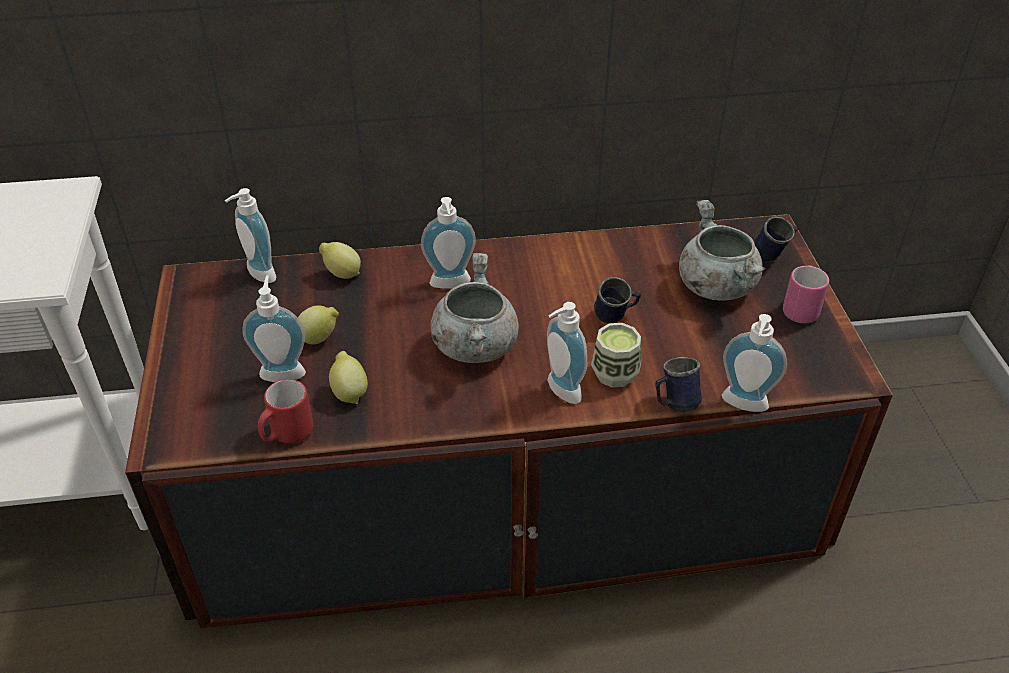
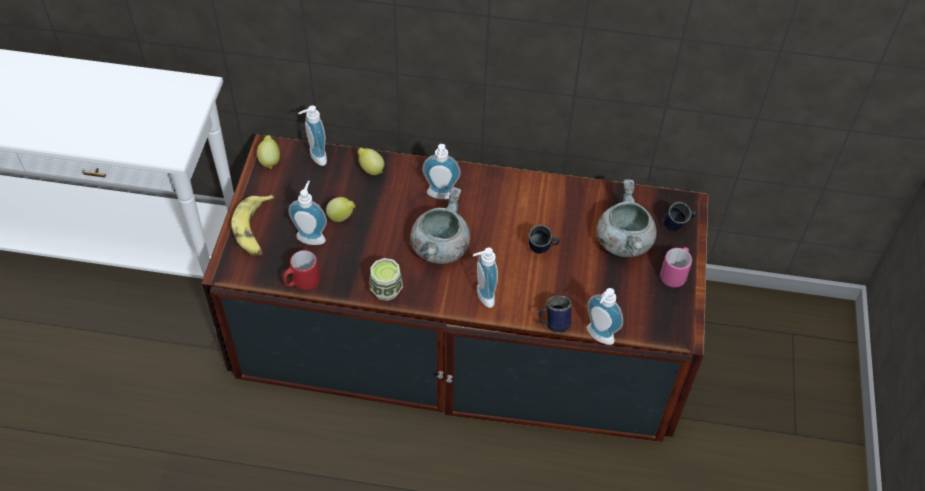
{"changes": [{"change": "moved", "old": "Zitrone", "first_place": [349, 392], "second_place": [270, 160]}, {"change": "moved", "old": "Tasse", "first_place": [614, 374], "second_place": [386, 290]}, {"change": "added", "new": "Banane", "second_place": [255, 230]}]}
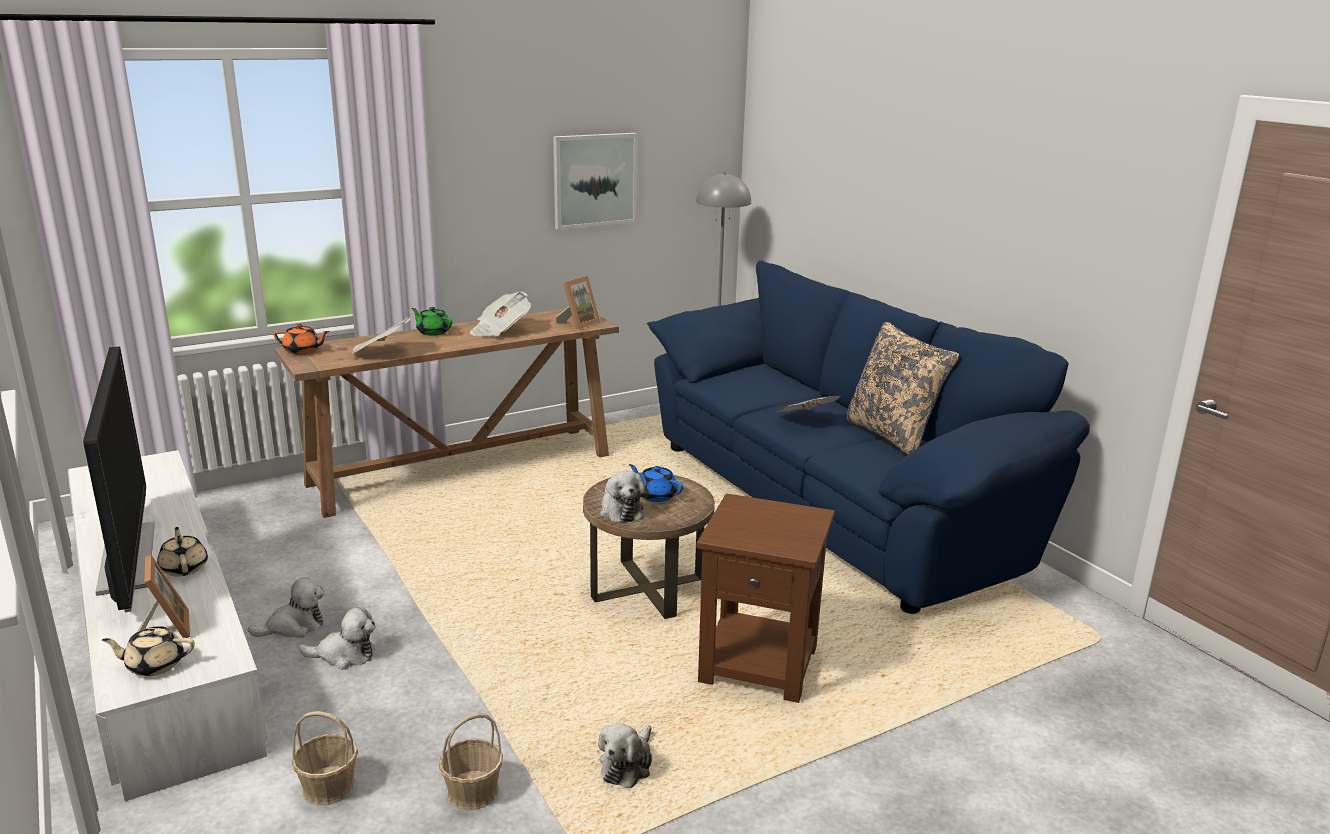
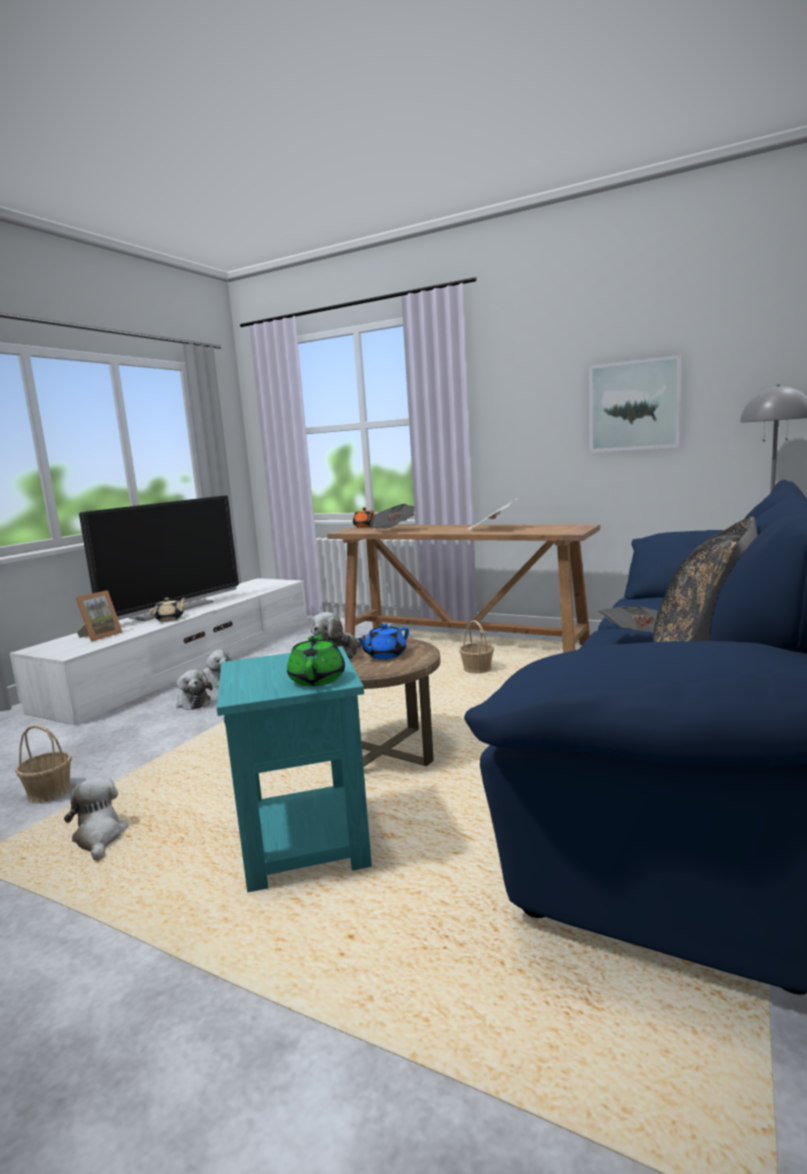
{"changes": [{"change": "removed", "old": "Teekanne [beige]", "first_place": [154, 665]}, {"change": "moved", "old": "Korb", "first_place": [328, 786], "second_place": [477, 670]}, {"change": "moved", "old": "Teekanne [grün]", "first_place": [433, 332], "second_place": [317, 679]}, {"change": "removed", "old": "Bilderrahmen", "first_place": [578, 323]}, {"change": "turned", "old": "Plüschtier", "first_place": [627, 765], "second_place": [99, 838], "degrees": 75}, {"change": "turned", "old": "Teekanne [blau]", "first_place": [656, 495], "second_place": [385, 655], "degrees": -135}, {"change": "recoloured", "old": "Beistelltisch [braun]", "new": "Beistelltisch [türkis]", "first_place": [760, 665], "second_place": [306, 846]}]}
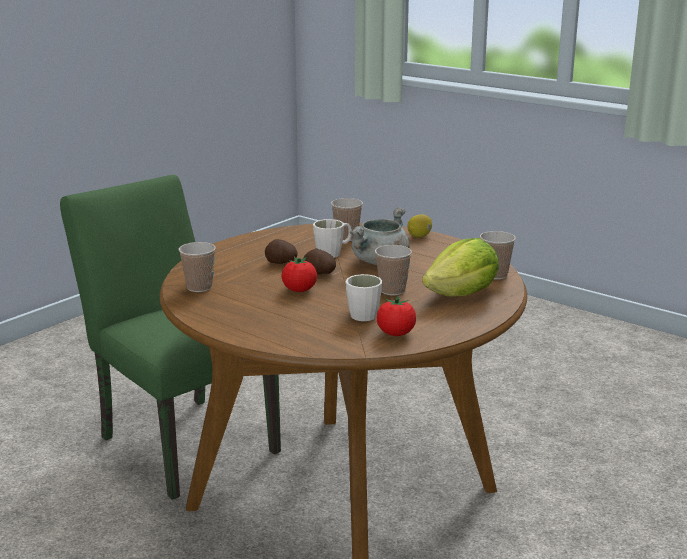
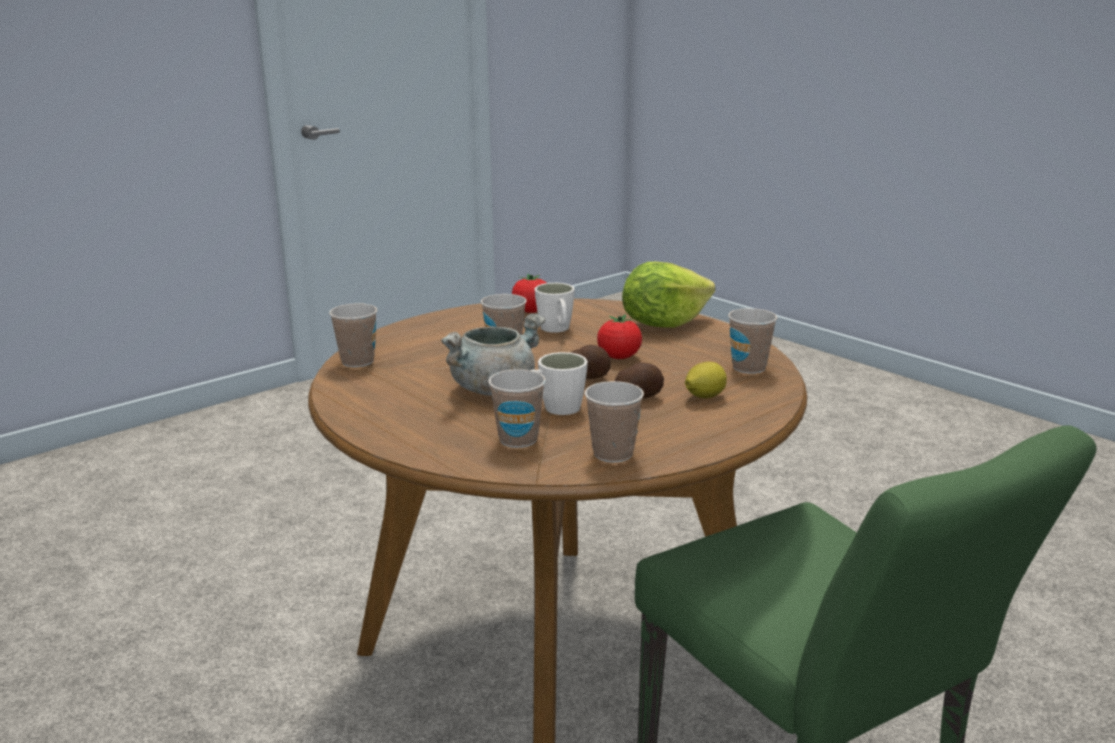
{"changes": [{"change": "moved", "old": "Zitrone", "first_place": [420, 236], "second_place": [704, 397]}, {"change": "moved", "old": "Salatkopf", "first_place": [462, 295], "second_place": [663, 324]}, {"change": "added", "new": "Tasse", "second_place": [613, 454]}]}
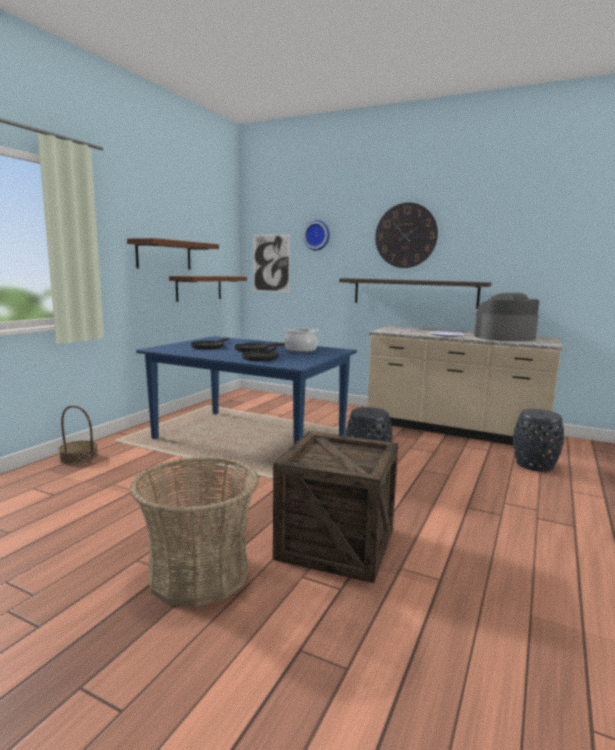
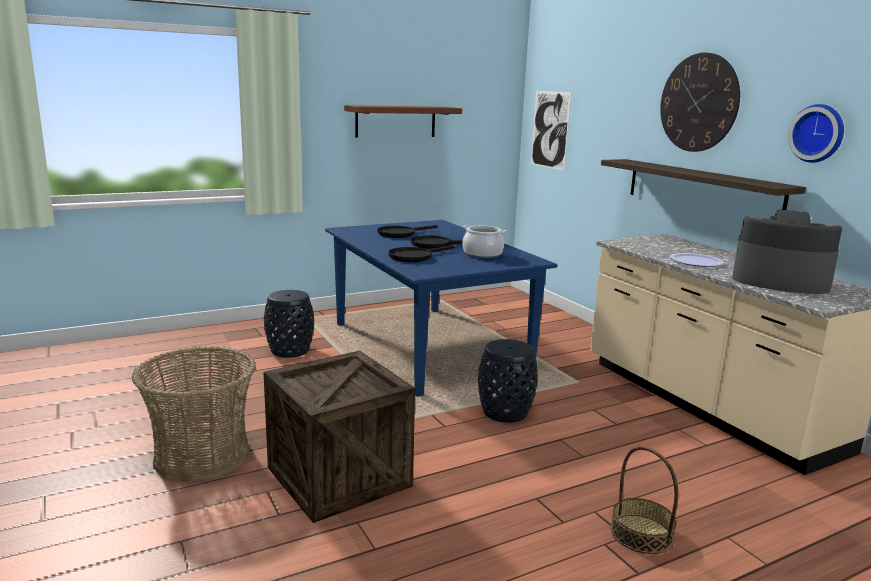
{"changes": [{"change": "moved", "old": "Korb", "first_place": [79, 458], "second_place": [641, 534]}, {"change": "removed", "old": "Wandregal [braun]", "first_place": [199, 288]}, {"change": "moved", "old": "Wanduhr", "first_place": [317, 235], "second_place": [818, 133]}, {"change": "moved", "old": "Hocker [schwarz]", "first_place": [534, 465], "second_place": [290, 350]}]}
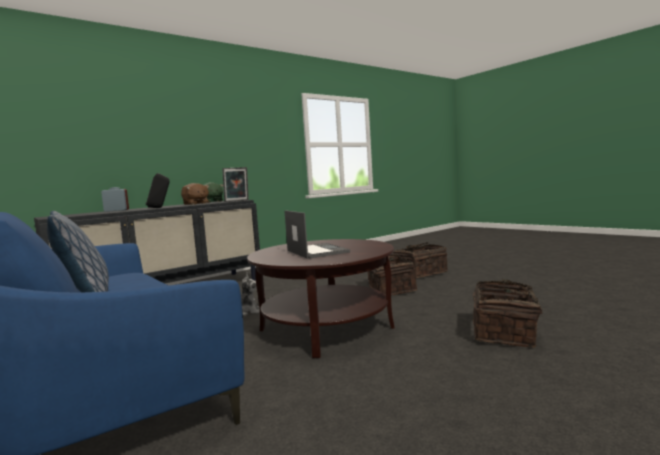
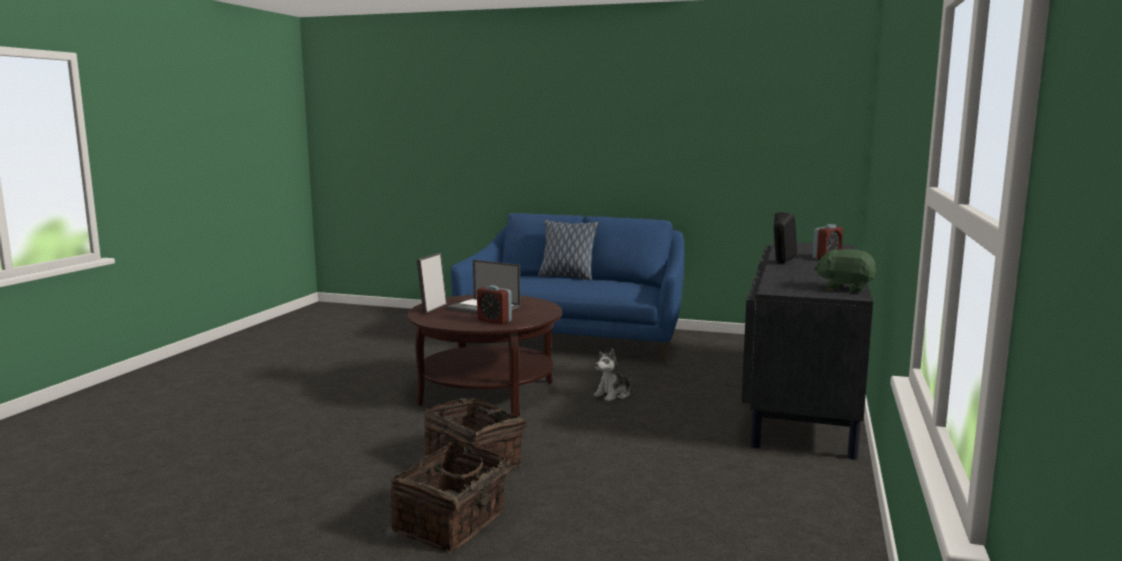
{"changes": [{"change": "removed", "old": "Plüschtier [braun]", "first_place": [195, 204]}, {"change": "moved", "old": "Bilderrahmen", "first_place": [237, 201], "second_place": [432, 308]}, {"change": "removed", "old": "Korb", "first_place": [505, 333]}, {"change": "added", "new": "Wecker", "second_place": [494, 321]}]}
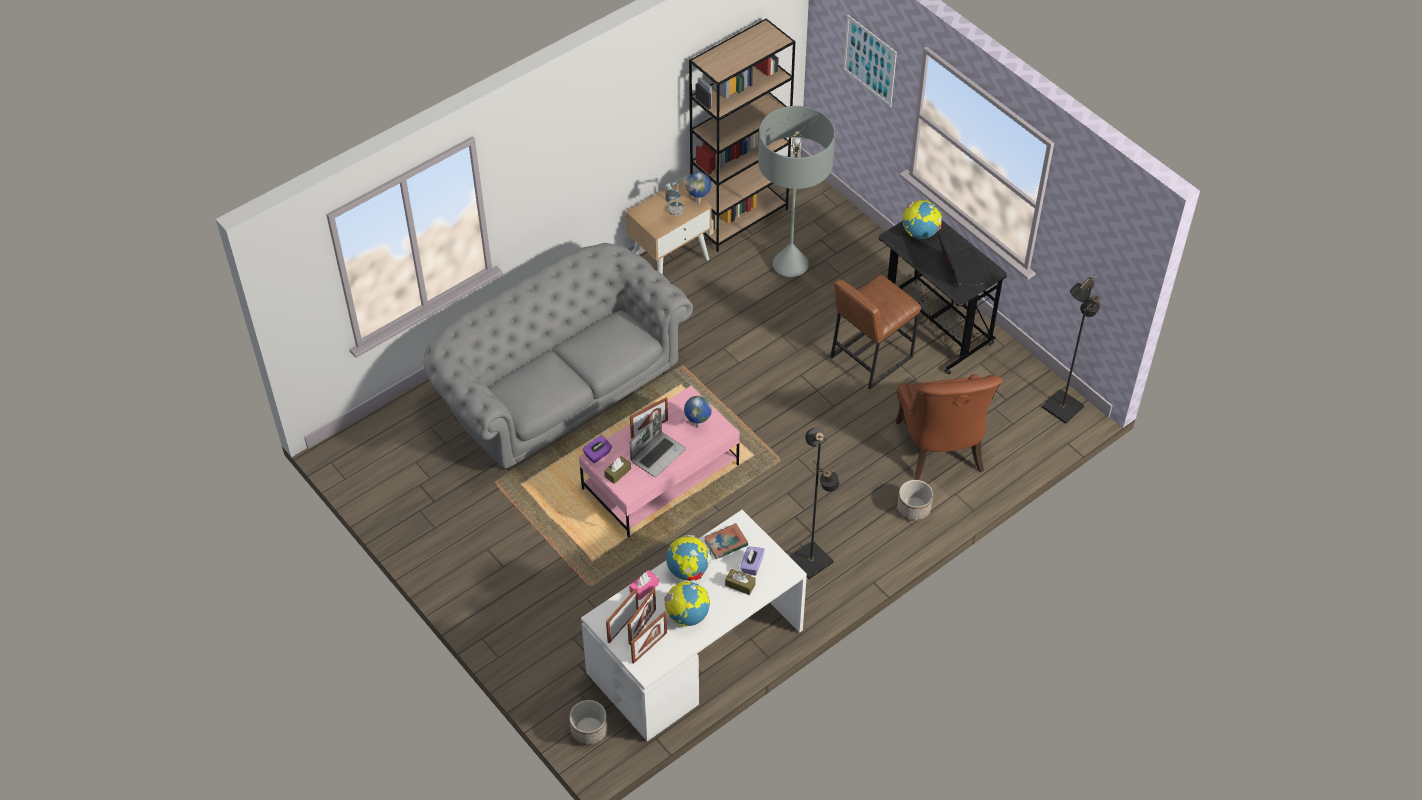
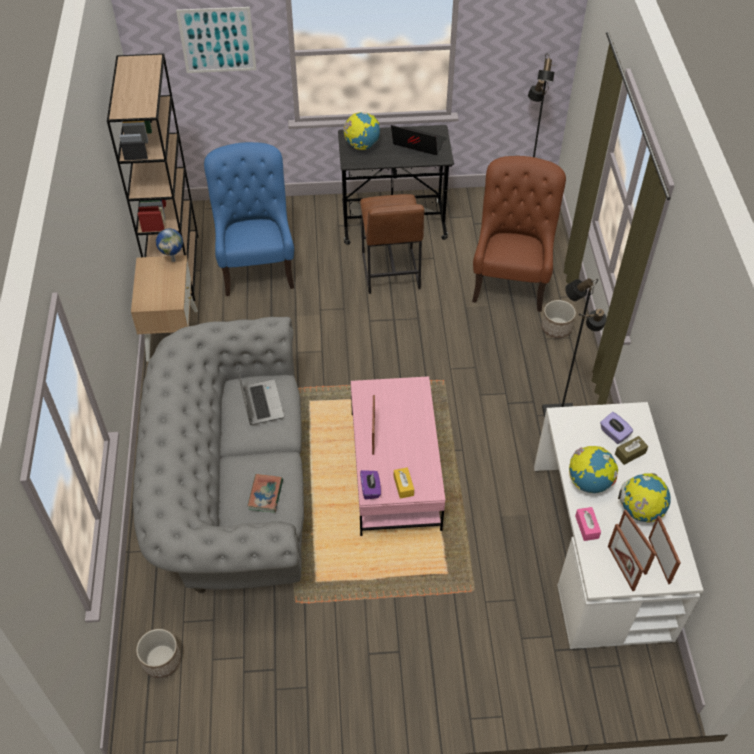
{"changes": [{"change": "moved", "old": "Pflanzkübel", "first_place": [589, 730], "second_place": [161, 660]}, {"change": "recoloured", "old": "Taschentuchbox [braun]", "new": "Taschentuchbox [gelb]", "first_place": [617, 473], "second_place": [403, 486]}, {"change": "moved", "old": "Laptop", "first_place": [658, 454], "second_place": [261, 402]}, {"change": "removed", "old": "Tischlampe", "first_place": [674, 215]}, {"change": "removed", "old": "Globus", "first_place": [697, 426]}, {"change": "moved", "old": "Buch", "first_place": [726, 543], "second_place": [265, 495]}, {"change": "replaced", "old": "Stehlampe [grau]", "new": "Stuhl [blau]", "first_place": [790, 267], "second_place": [257, 266]}, {"change": "turned", "old": "Stuhl [braun]", "first_place": [941, 447], "second_place": [510, 281], "degrees": -105}]}
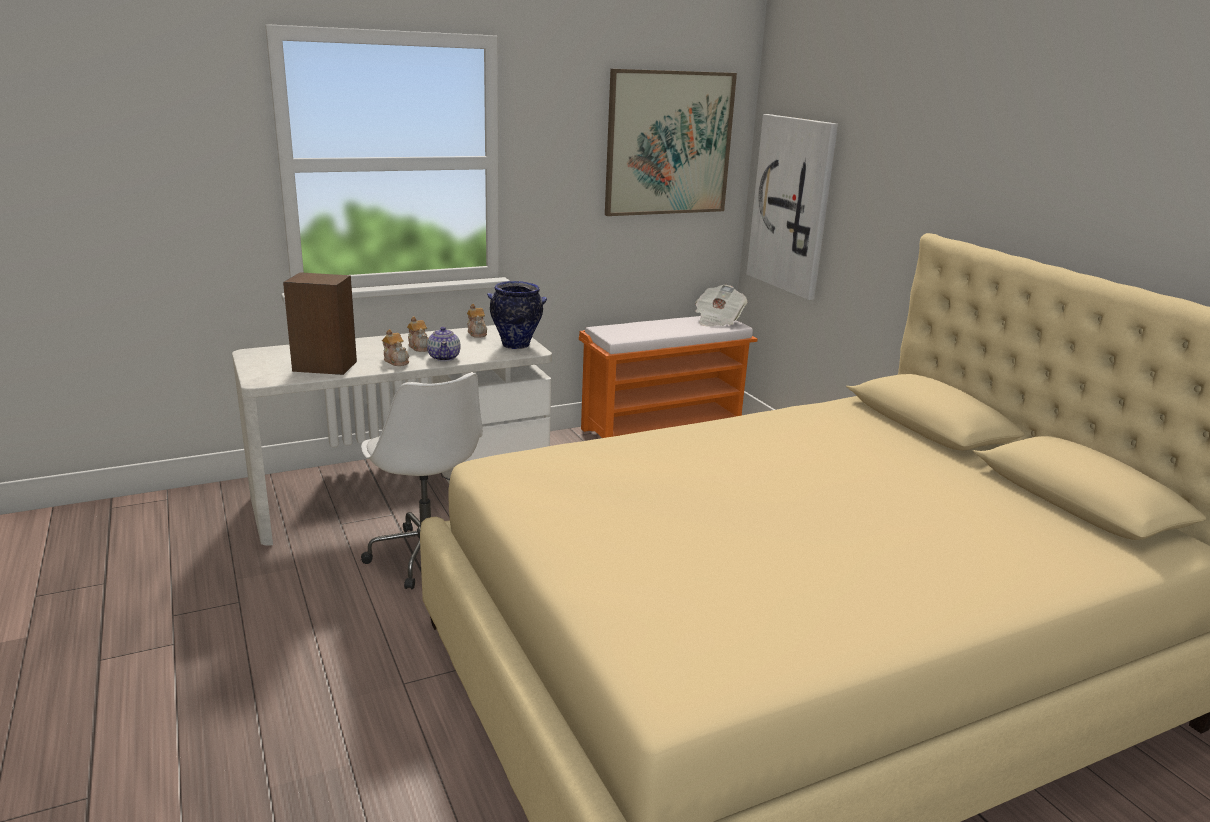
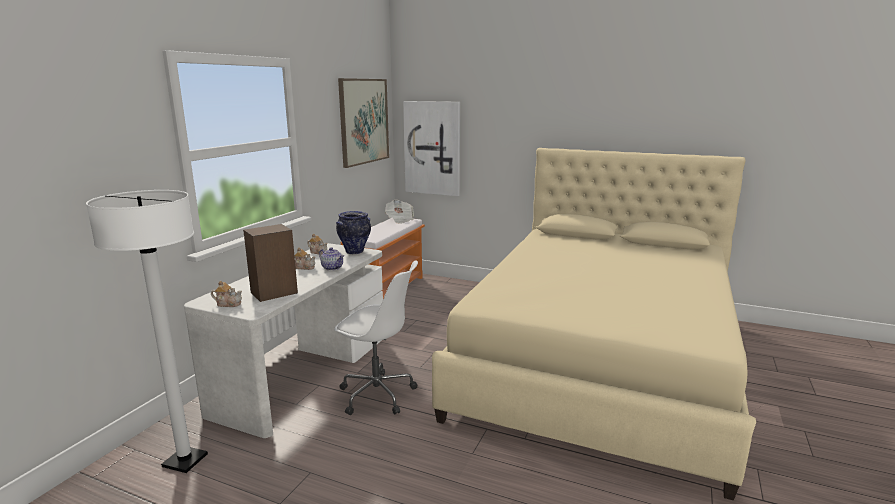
{"changes": [{"change": "moved", "old": "Teekanne", "first_place": [396, 361], "second_place": [228, 304]}, {"change": "added", "new": "Stehlampe [weiß]", "second_place": [185, 461]}]}
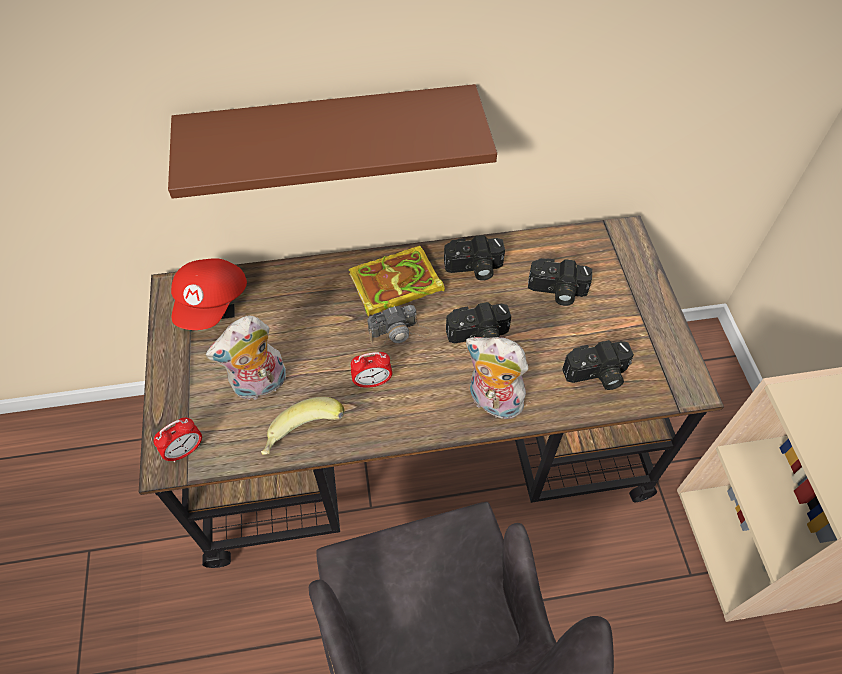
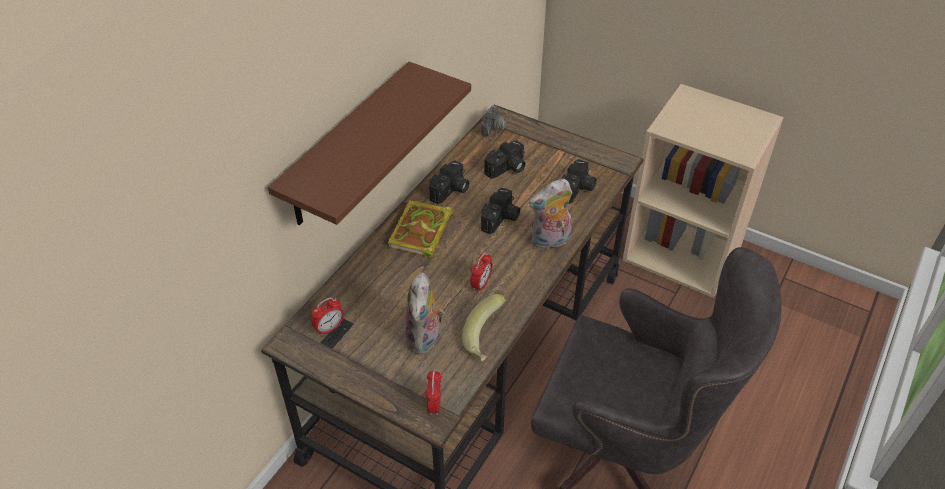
{"changes": [{"change": "replaced", "old": "Kappe [rot]", "new": "Wecker", "first_place": [212, 303], "second_place": [329, 328]}, {"change": "moved", "old": "Kamera", "first_place": [399, 332], "second_place": [496, 126]}]}
